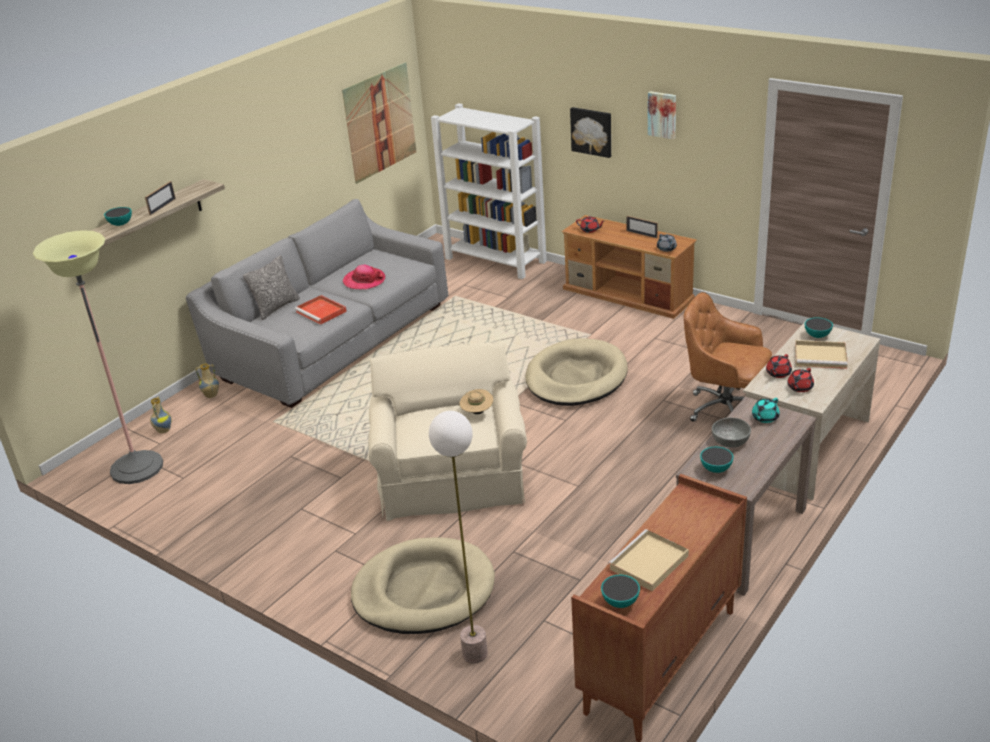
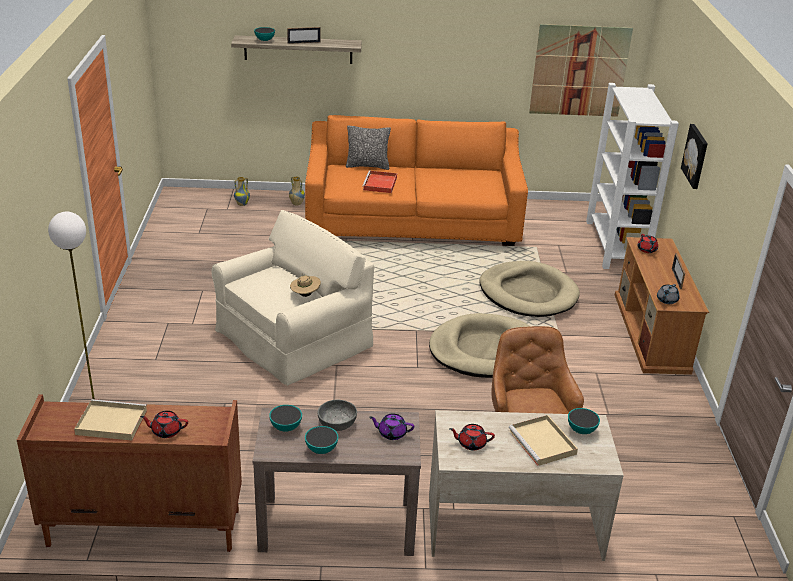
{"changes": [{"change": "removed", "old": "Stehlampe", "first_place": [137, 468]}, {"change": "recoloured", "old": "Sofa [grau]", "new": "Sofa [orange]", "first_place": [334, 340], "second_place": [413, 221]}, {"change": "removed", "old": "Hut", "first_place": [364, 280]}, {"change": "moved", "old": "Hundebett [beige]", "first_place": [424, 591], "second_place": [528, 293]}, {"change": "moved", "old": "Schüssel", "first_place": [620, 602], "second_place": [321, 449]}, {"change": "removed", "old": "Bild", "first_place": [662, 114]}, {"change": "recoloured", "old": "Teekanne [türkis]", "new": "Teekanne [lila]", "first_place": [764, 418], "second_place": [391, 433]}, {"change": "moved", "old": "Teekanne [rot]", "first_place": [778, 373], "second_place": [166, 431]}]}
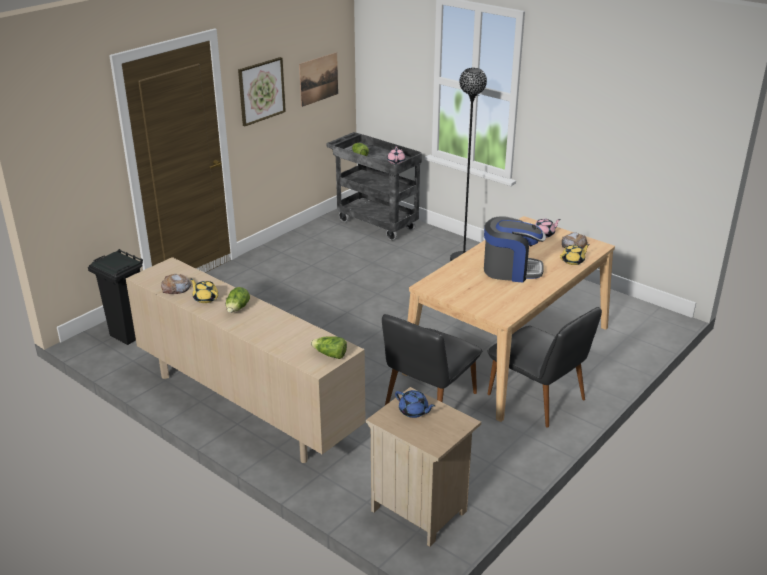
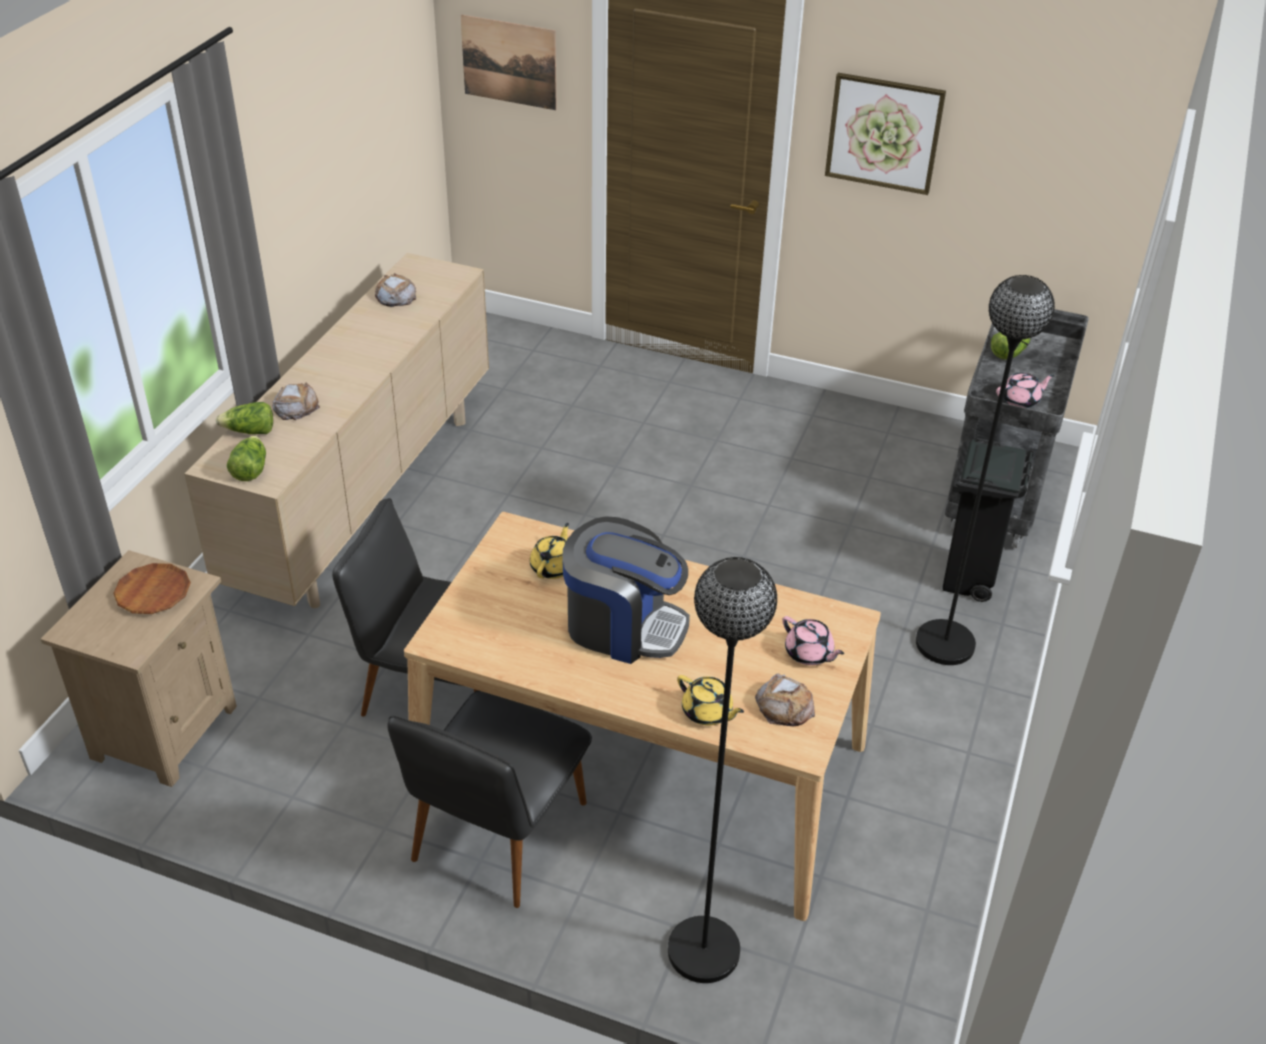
{"changes": [{"change": "moved", "old": "Mülleimer [schwarz]", "first_place": [129, 335], "second_place": [967, 581]}, {"change": "moved", "old": "Teekanne [gelb]", "first_place": [205, 298], "second_place": [553, 567]}, {"change": "moved", "old": "Salatkopf", "first_place": [237, 309], "second_place": [250, 432]}, {"change": "moved", "old": "Bild", "first_place": [318, 79], "second_place": [509, 62]}, {"change": "replaced", "old": "Teekanne [blau]", "new": "Teller [braun]", "first_place": [414, 411], "second_place": [153, 593]}, {"change": "turned", "old": "Kaffeemaschine", "first_place": [511, 270], "second_place": [623, 626], "degrees": -60}, {"change": "added", "new": "Brot", "second_place": [296, 406]}, {"change": "added", "new": "Stehlampe [schwarz]", "second_place": [702, 951]}]}
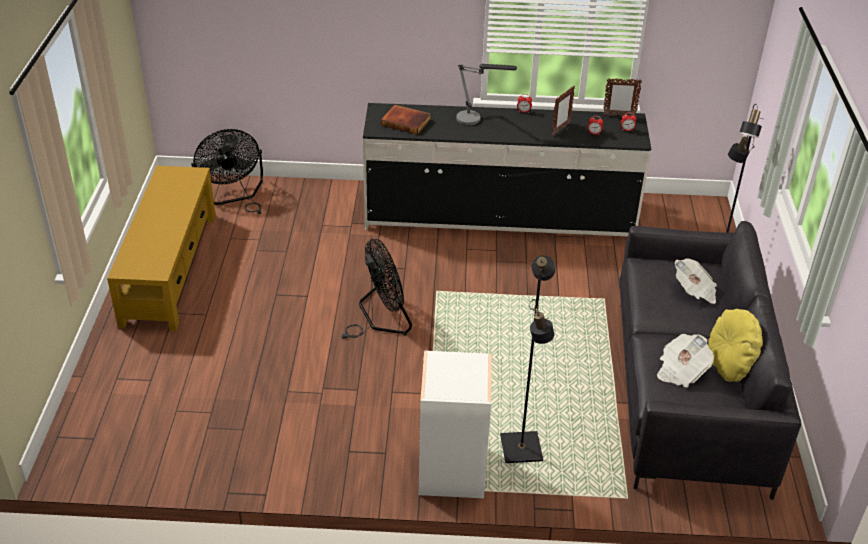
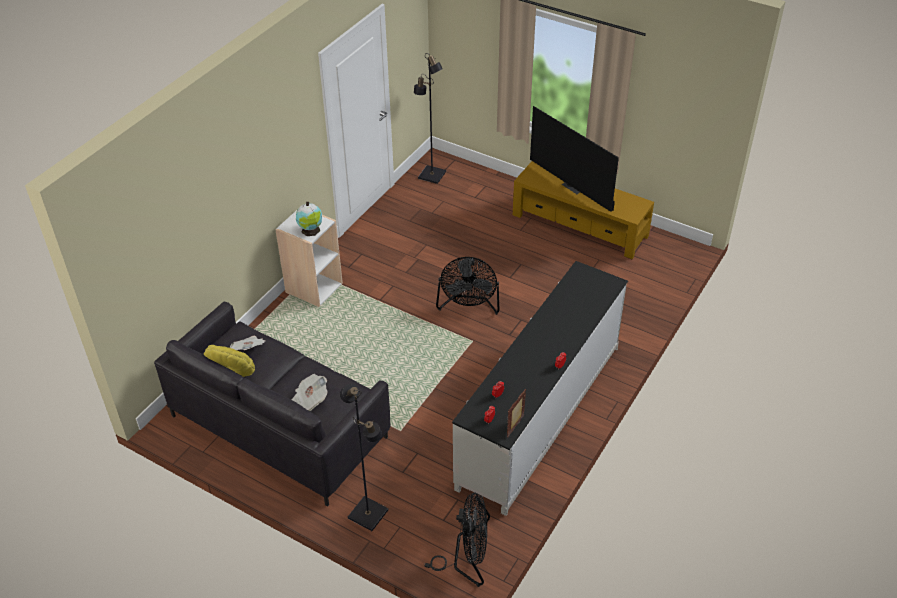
{"changes": [{"change": "moved", "old": "Ventilator [schwarz]", "first_place": [235, 195], "second_place": [466, 555]}, {"change": "removed", "old": "Buch", "first_place": [406, 121]}, {"change": "removed", "old": "Tischlampe", "first_place": [476, 120]}, {"change": "moved", "old": "Stehlampe [schwarz]", "first_place": [521, 448], "second_place": [432, 175]}, {"change": "removed", "old": "Bilderrahmen", "first_place": [560, 129]}, {"change": "added", "new": "Globus", "second_place": [311, 231]}, {"change": "added", "new": "Fernseher", "second_place": [574, 186]}]}
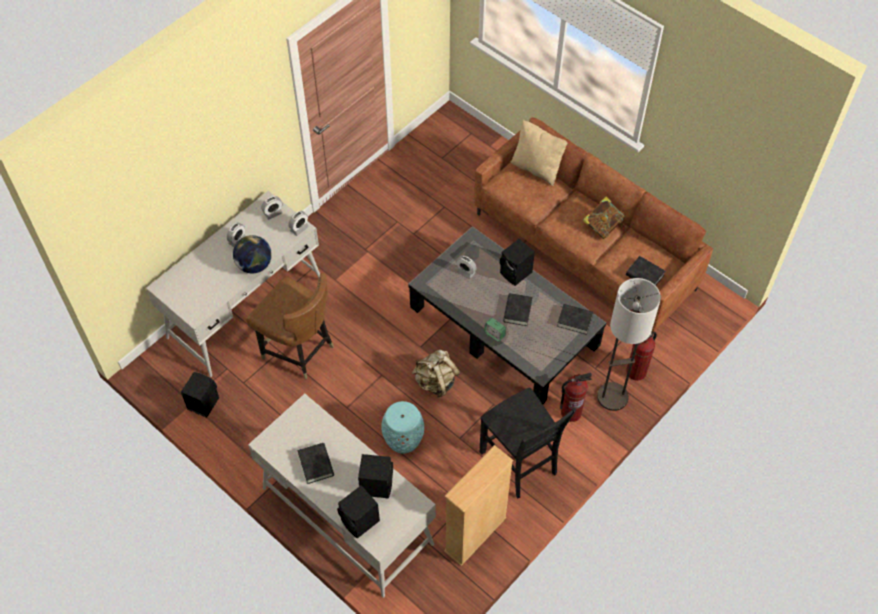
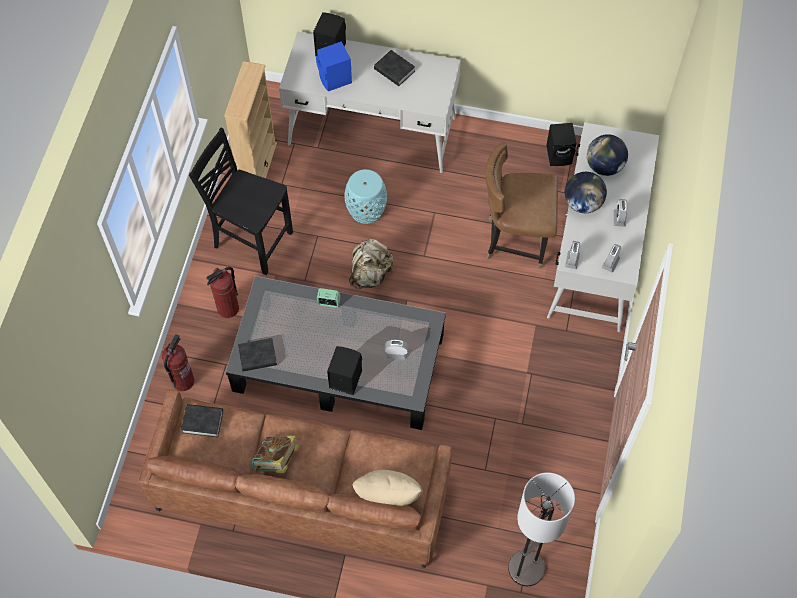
{"changes": [{"change": "recoloured", "old": "Lautsprecher [schwarz]", "new": "Lautsprecher [blau]", "first_place": [377, 484], "second_place": [335, 80]}, {"change": "removed", "old": "Buch [schwarz]", "first_place": [517, 311]}, {"change": "moved", "old": "Stehlampe", "first_place": [612, 396], "second_place": [526, 568]}, {"change": "added", "new": "Globus", "second_place": [604, 166]}]}
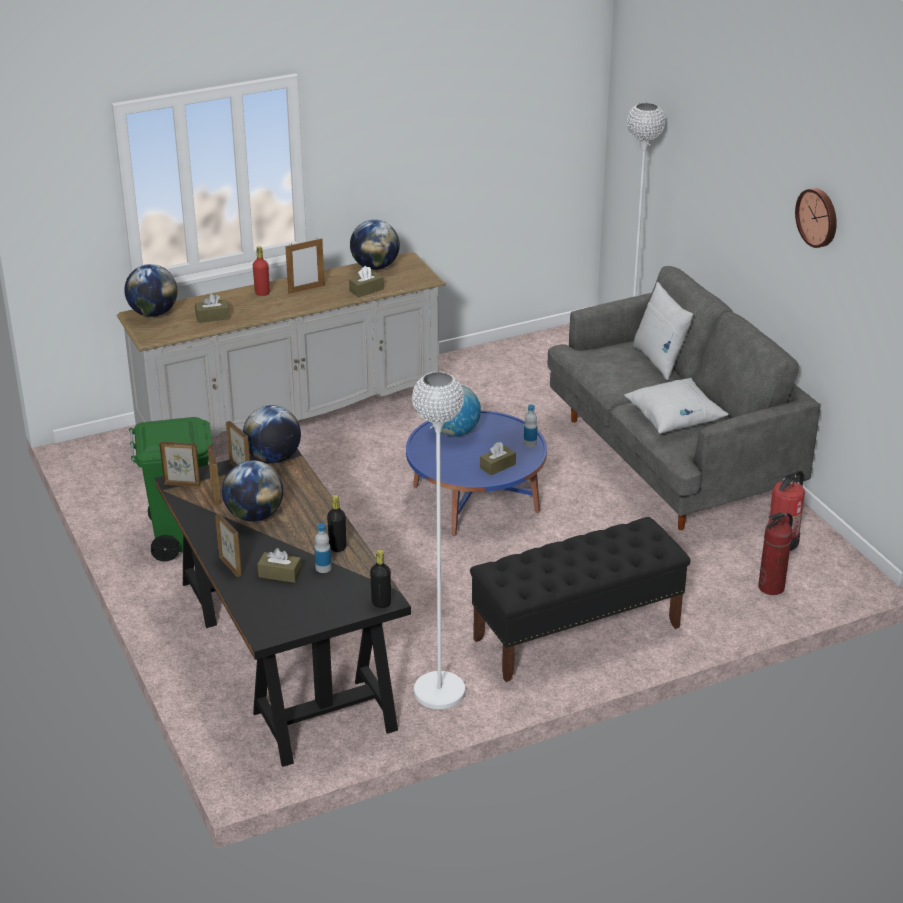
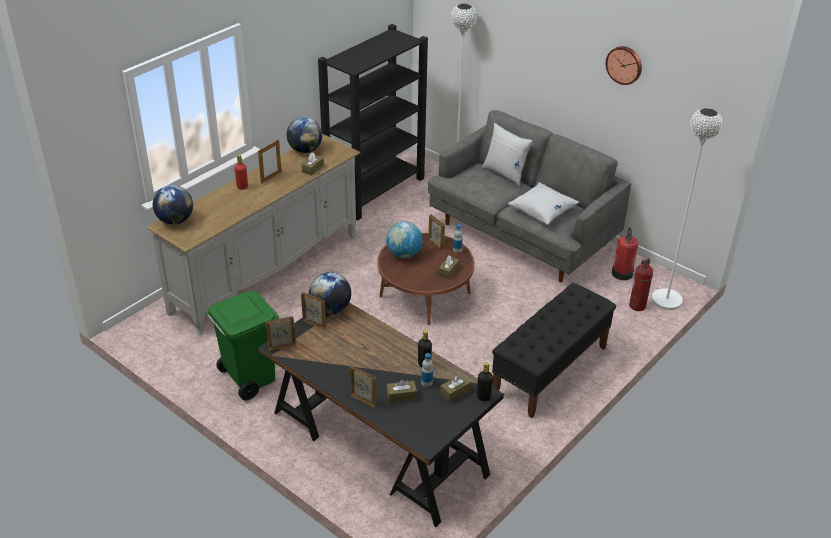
{"changes": [{"change": "moved", "old": "Taschentuchbox [braun]", "first_place": [212, 317], "second_place": [455, 392]}, {"change": "moved", "old": "Bilderrahmen", "first_place": [215, 495], "second_place": [435, 244]}, {"change": "removed", "old": "Globus", "first_place": [254, 515]}, {"change": "recoloured", "old": "Couchtisch [blau]", "new": "Couchtisch [braun]", "first_place": [475, 499], "second_place": [424, 295]}, {"change": "moved", "old": "Stehlampe [weiß]", "first_place": [439, 692], "second_place": [667, 300]}, {"change": "added", "new": "Bücherregal [schwarz]", "second_place": [375, 190]}]}
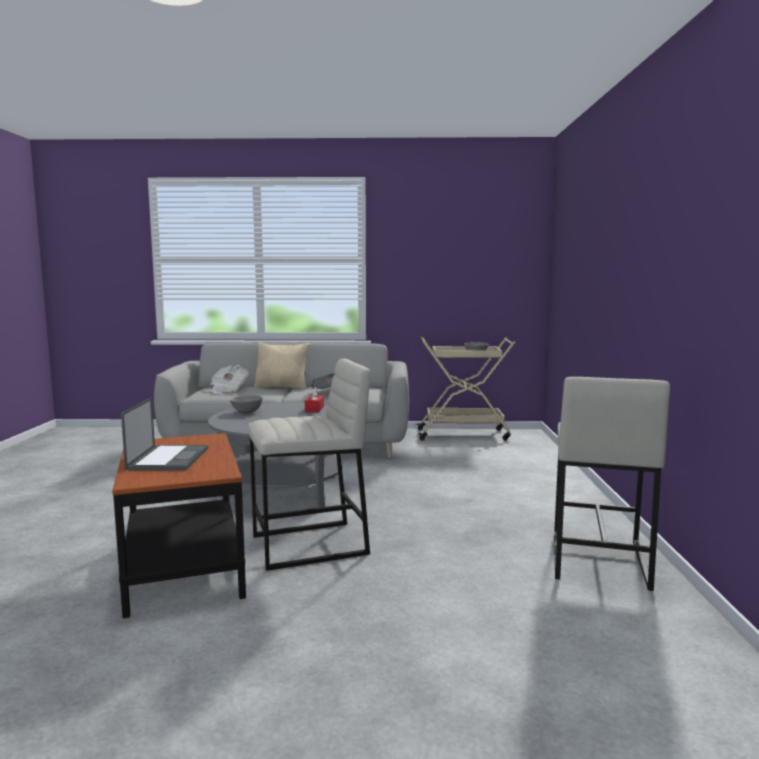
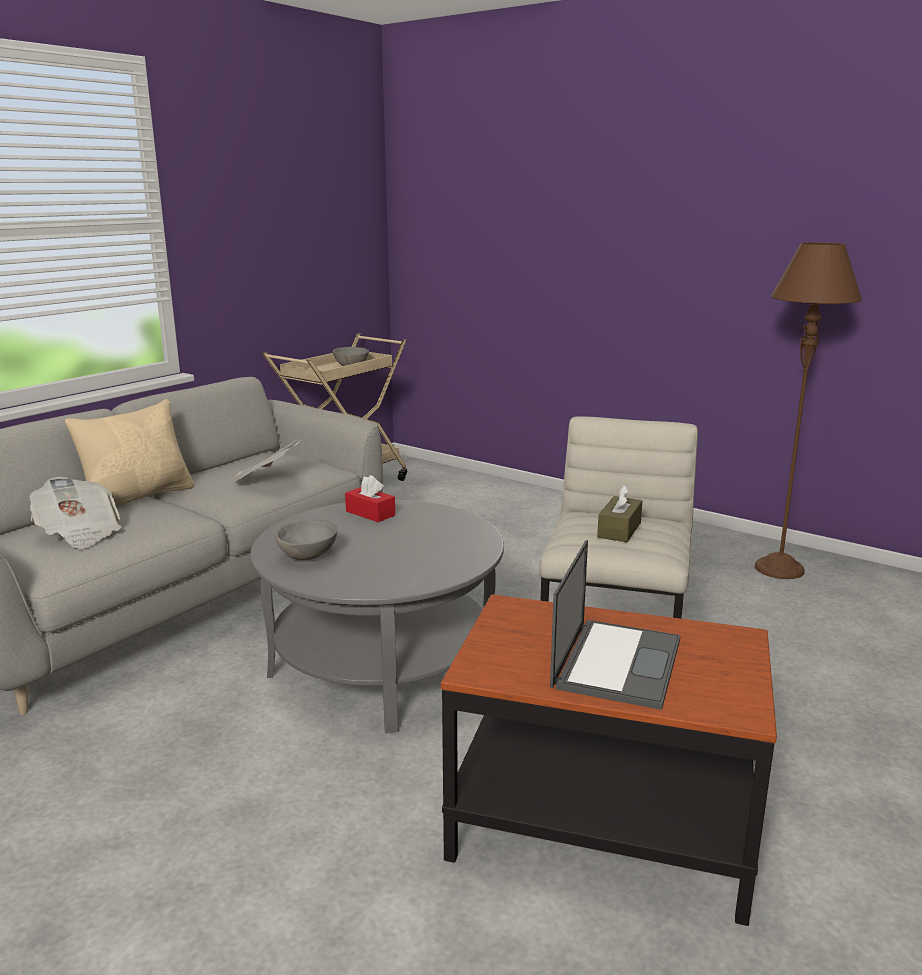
{"changes": [{"change": "turned", "old": "Laptop", "first_place": [168, 458], "second_place": [617, 662], "degrees": 75}, {"change": "replaced", "old": "Hocker [beige]", "new": "Stehlampe [braun]", "first_place": [598, 559], "second_place": [779, 569]}, {"change": "added", "new": "Taschentuchbox [braun]", "second_place": [619, 530]}]}
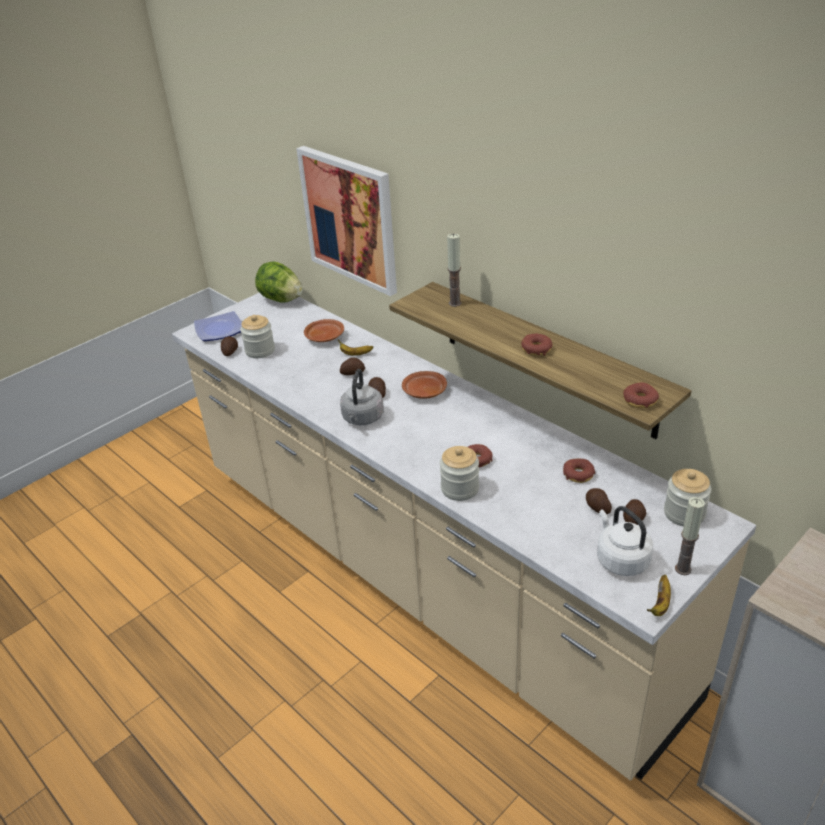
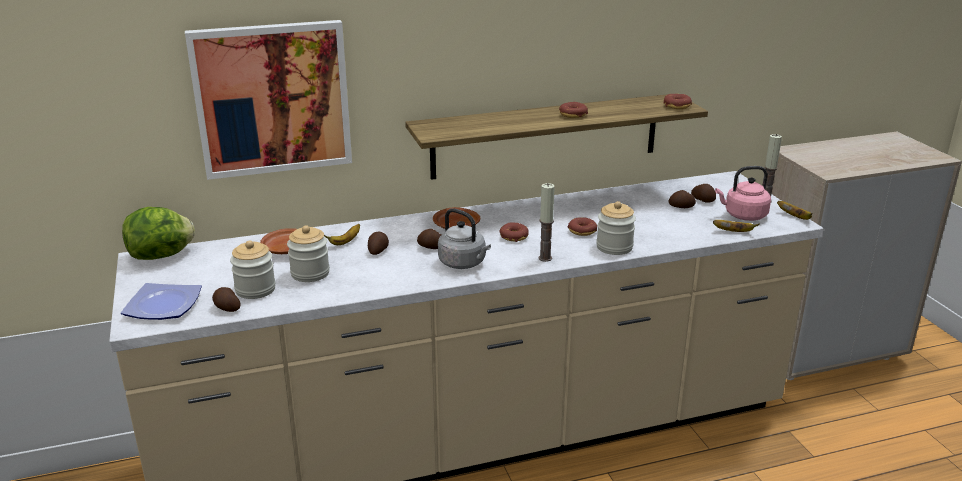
{"changes": [{"change": "moved", "old": "Kerze", "first_place": [455, 303], "second_place": [545, 258]}, {"change": "moved", "old": "Donut", "first_place": [578, 474], "second_place": [514, 236]}, {"change": "recoloured", "old": "Wasserkessel [weiß]", "new": "Wasserkessel [rosa]", "first_place": [620, 559], "second_place": [743, 215]}, {"change": "moved", "old": "Vorratsglas", "first_place": [684, 513], "second_place": [310, 273]}, {"change": "added", "new": "Banane", "second_place": [734, 232]}]}
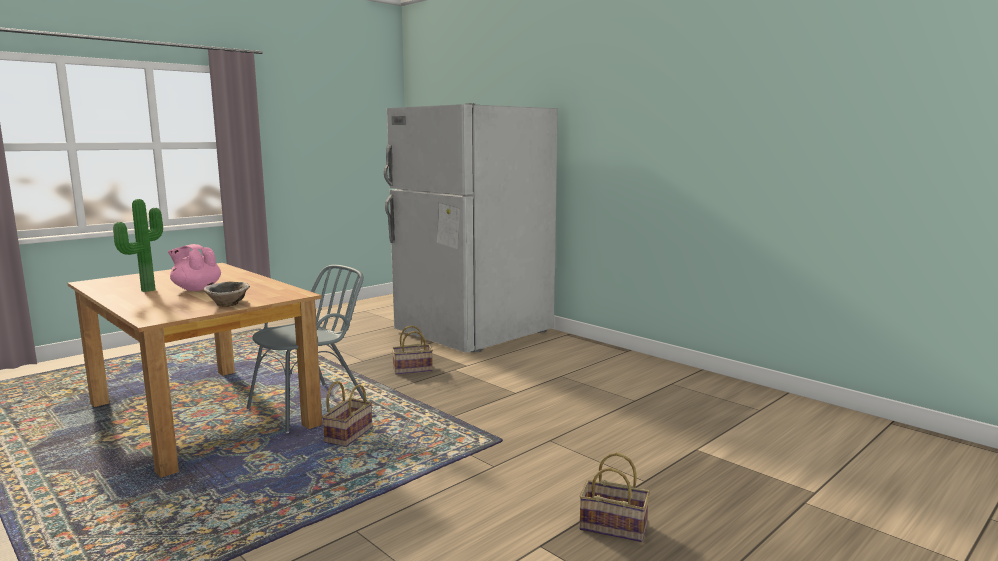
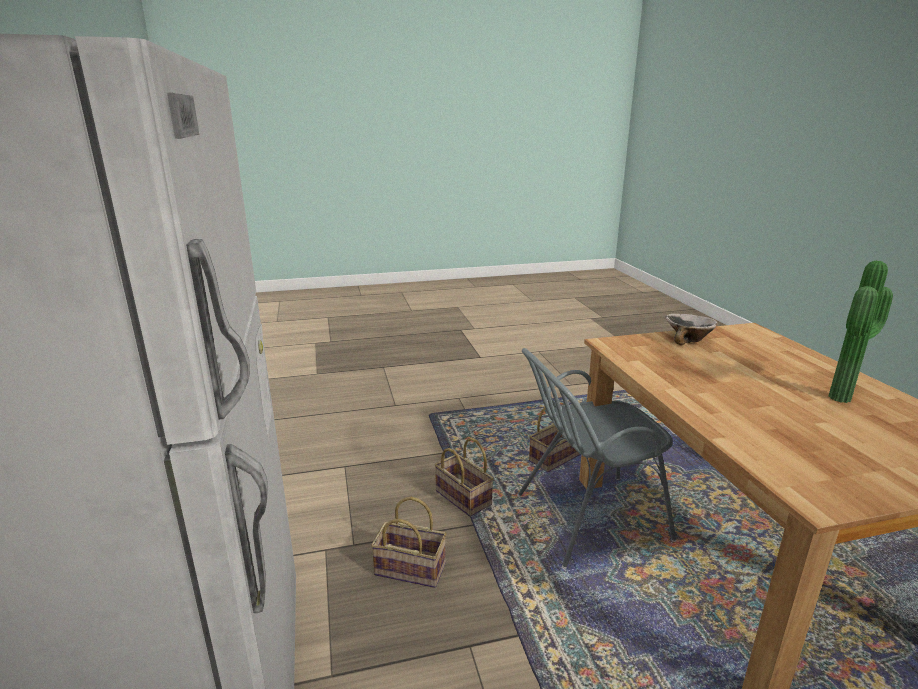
{"changes": [{"change": "removed", "old": "Teekanne [rosa]", "first_place": [196, 289]}, {"change": "moved", "old": "Korb", "first_place": [615, 527], "second_place": [461, 497]}]}
